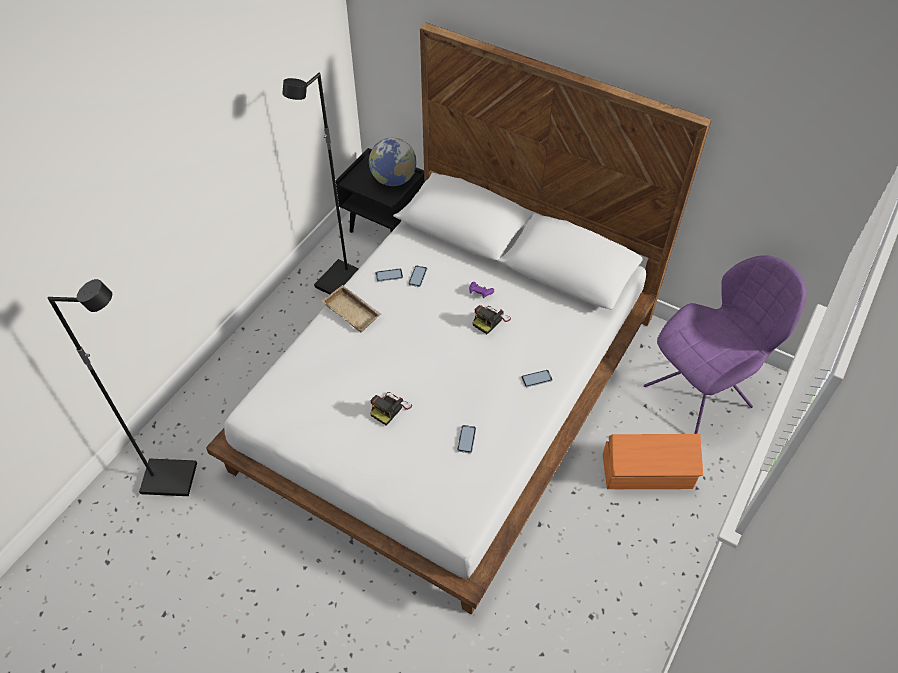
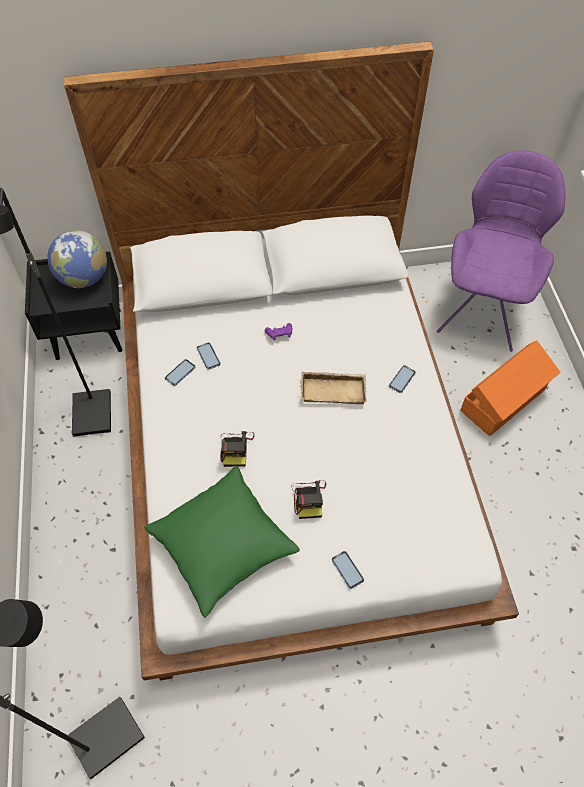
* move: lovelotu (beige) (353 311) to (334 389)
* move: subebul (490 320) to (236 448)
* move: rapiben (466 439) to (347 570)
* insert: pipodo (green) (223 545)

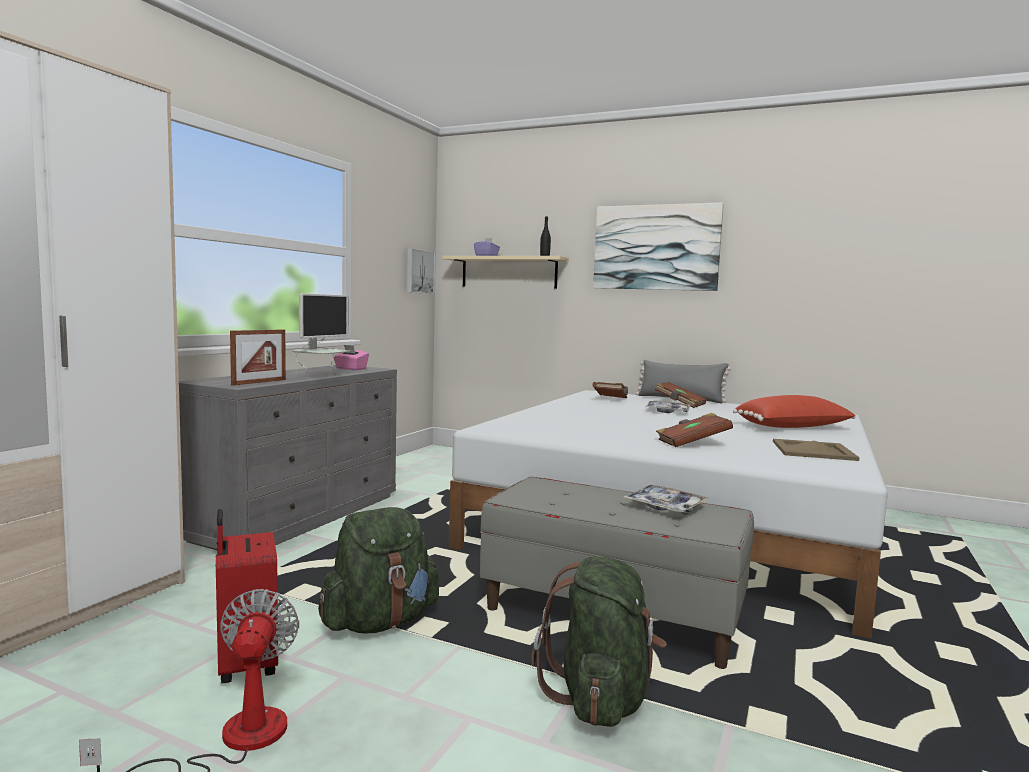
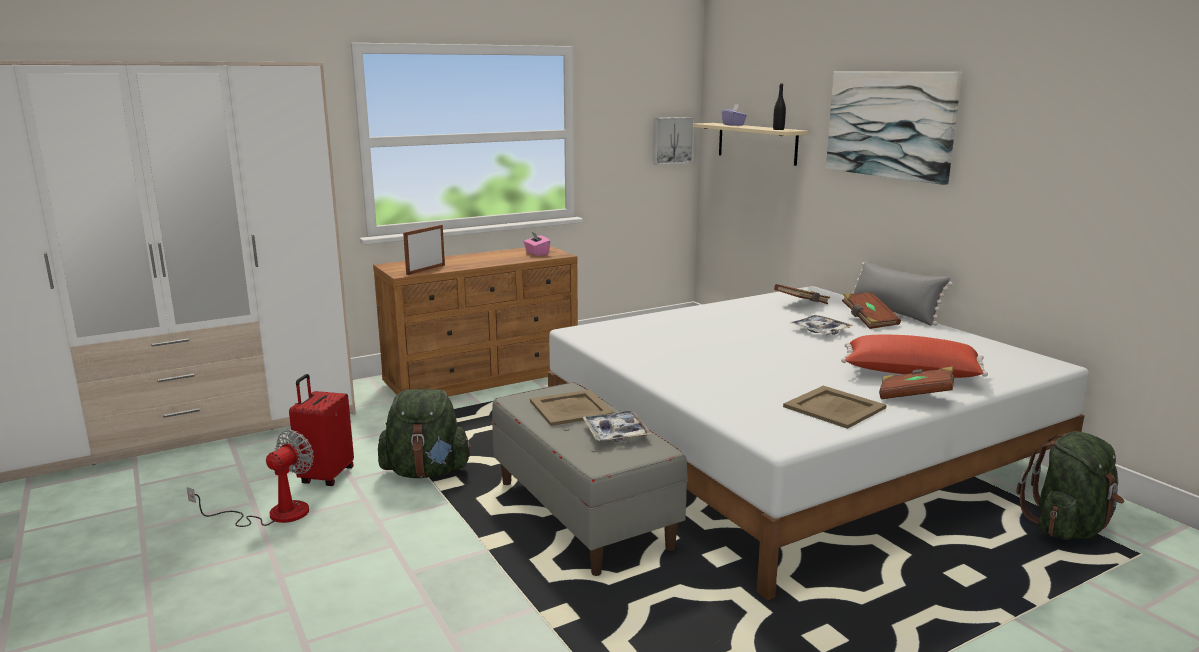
* delete: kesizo (321 376)
* rotate: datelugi (259 382) = (426 270) 150 degrees clockwise
* recolor: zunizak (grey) (301 516) to zunizak (brown) (484 377)
* move: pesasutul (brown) (692 443) to (915 397)
* move: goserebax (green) (600 698) to (1068 528)
* insert: lovelotu (beige) (572 408)

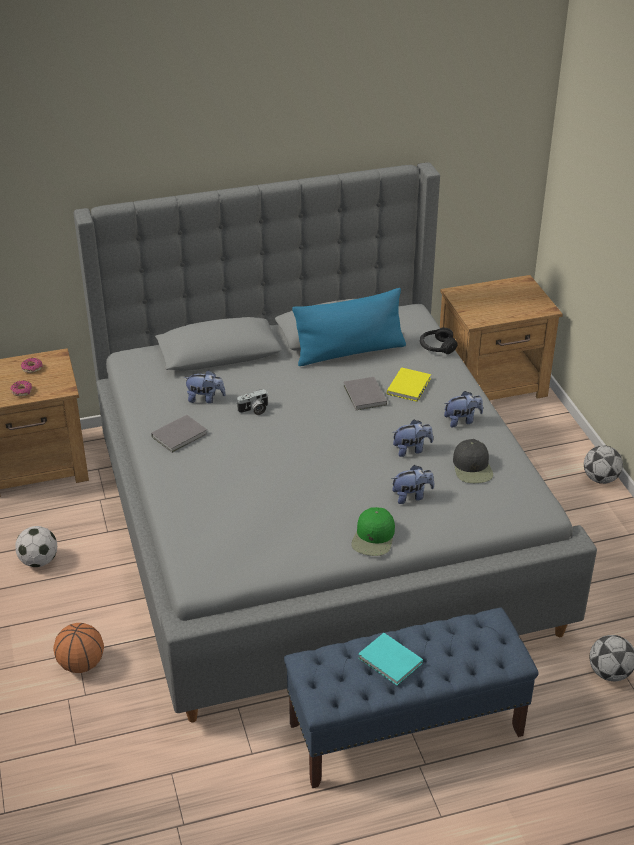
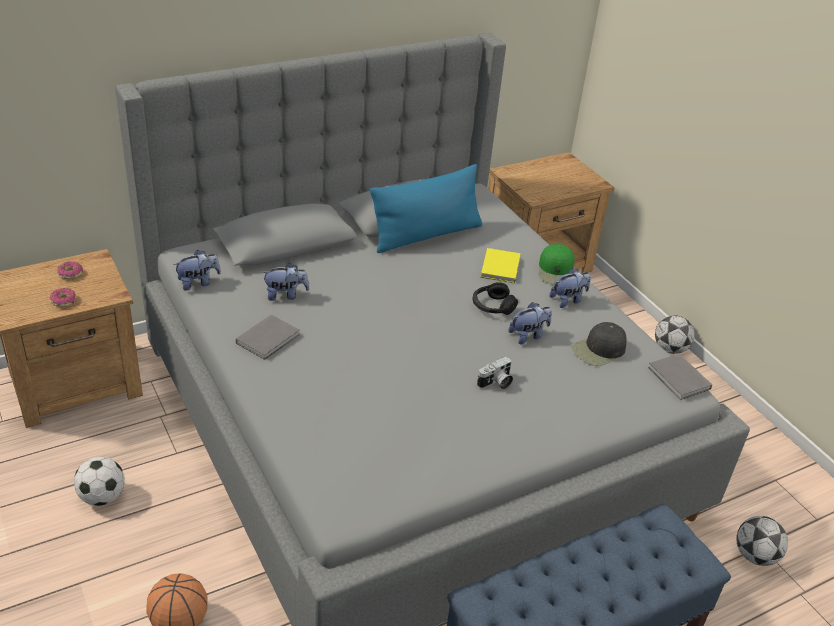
* move: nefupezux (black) (437 347) to (492 306)
* move: pesasutul (grey) (364 396) to (679 379)
* move: subebul (254 410) to (496 383)
* rotate: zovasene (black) (472 467) = (599 350) 75 degrees clockwise
* move: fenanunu (411 496) to (198 283)
* move: zovasene (green) (374 538) to (556 271)
* delete: pesasutul (turquoise) (390 662)

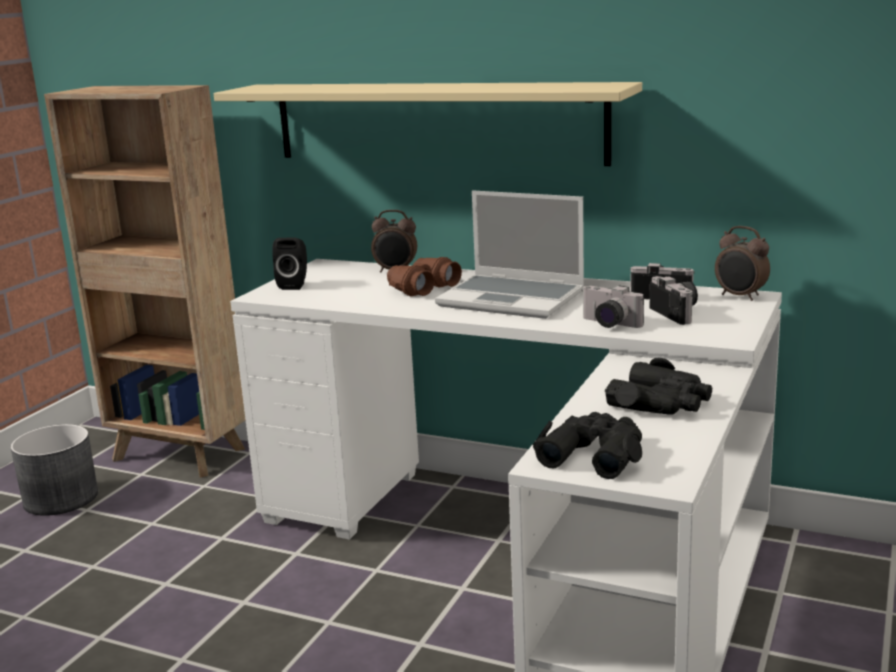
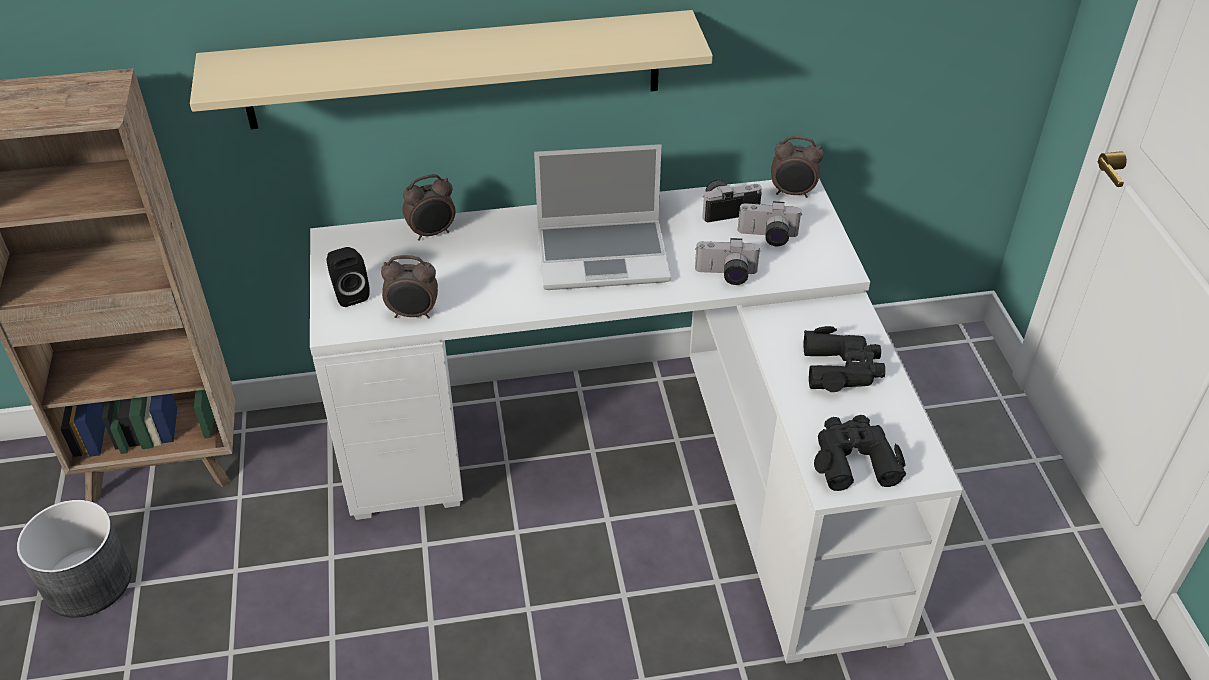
* delete: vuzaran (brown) (422 288)
* rotate: subebul (679 313) = (767 237) 150 degrees clockwise
* insert: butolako (413 314)

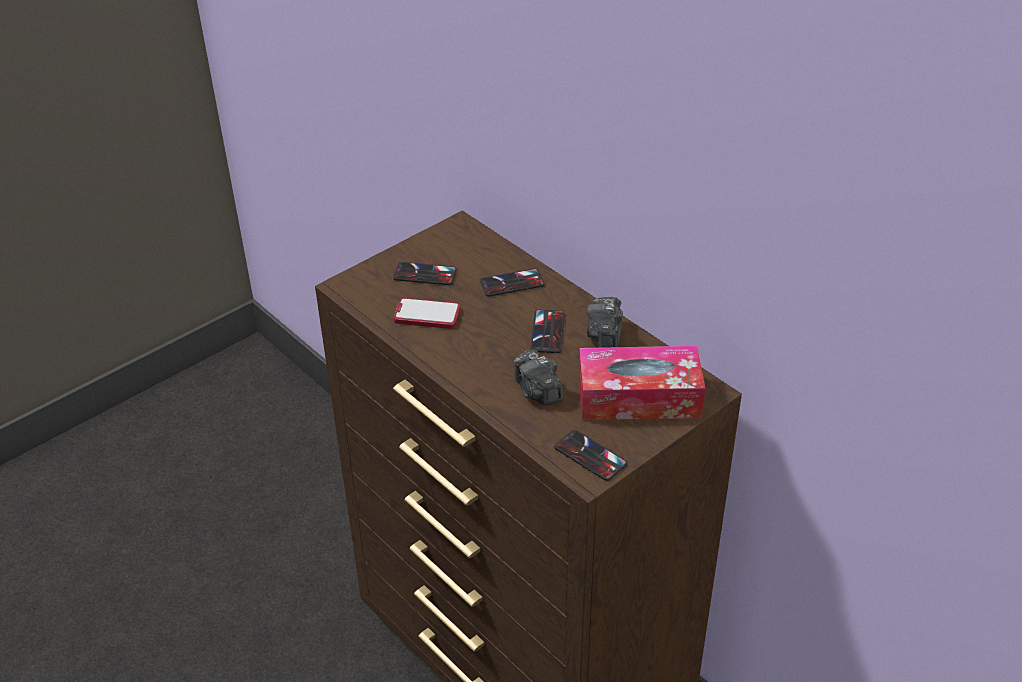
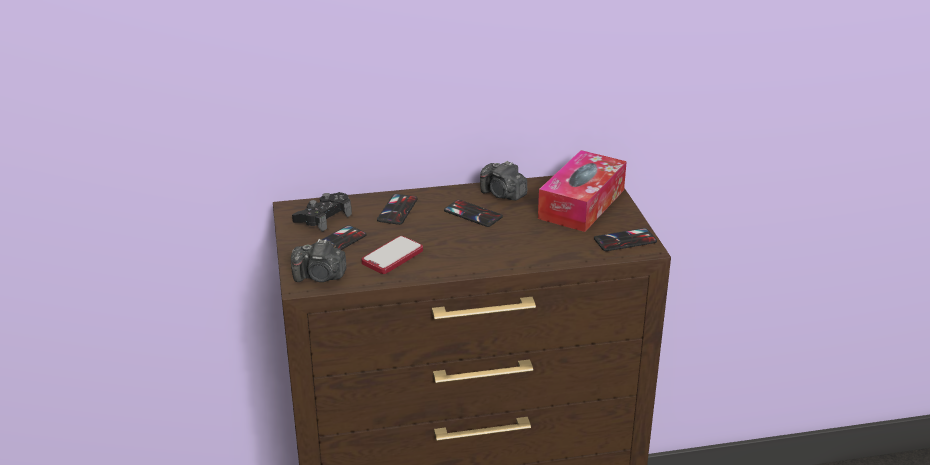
* move: subebul (537 391) to (320 277)
* insert: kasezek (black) (323 217)

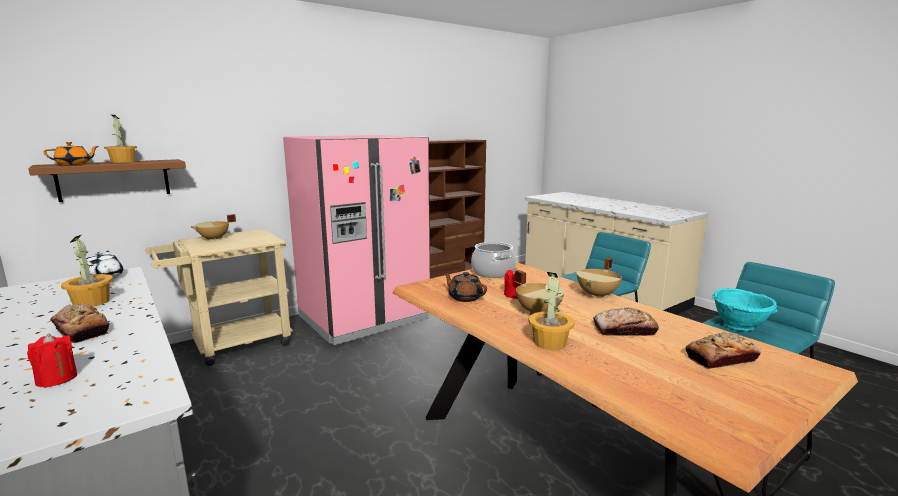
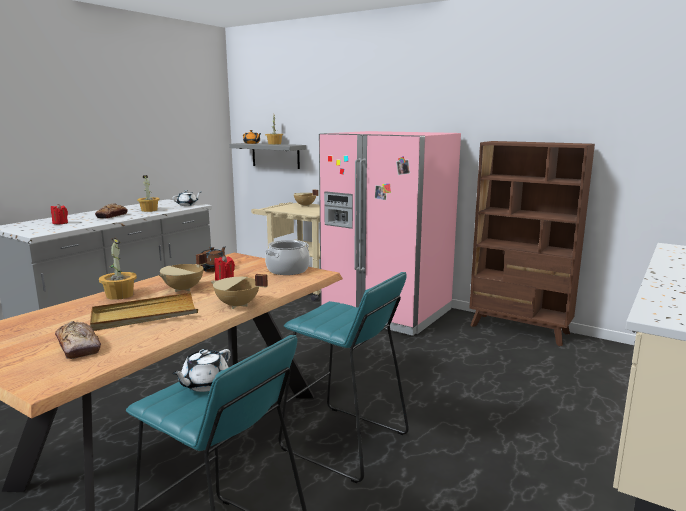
* recolor: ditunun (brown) (114 179) to ditunun (grey) (275 155)
* replace: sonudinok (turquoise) (740 326) to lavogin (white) (204 384)
* replace: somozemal (624 330) to lovelotu (beige) (144 315)

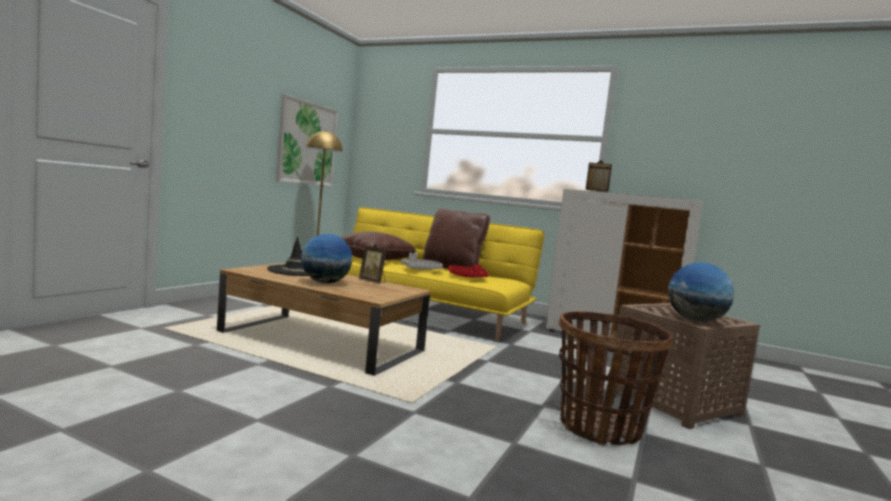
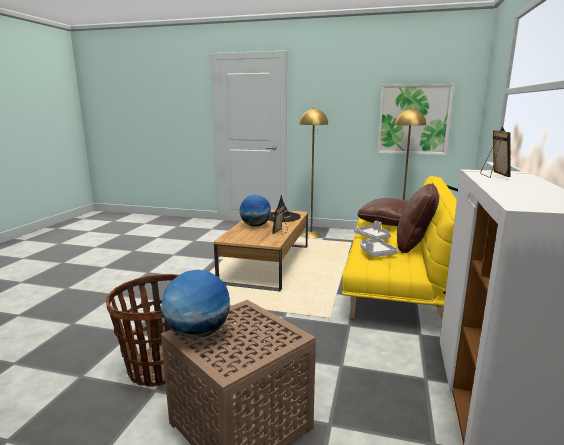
* recolor: lovelotu (red) (467 277) to lovelotu (grey) (376 252)
* insert: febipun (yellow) (311 235)

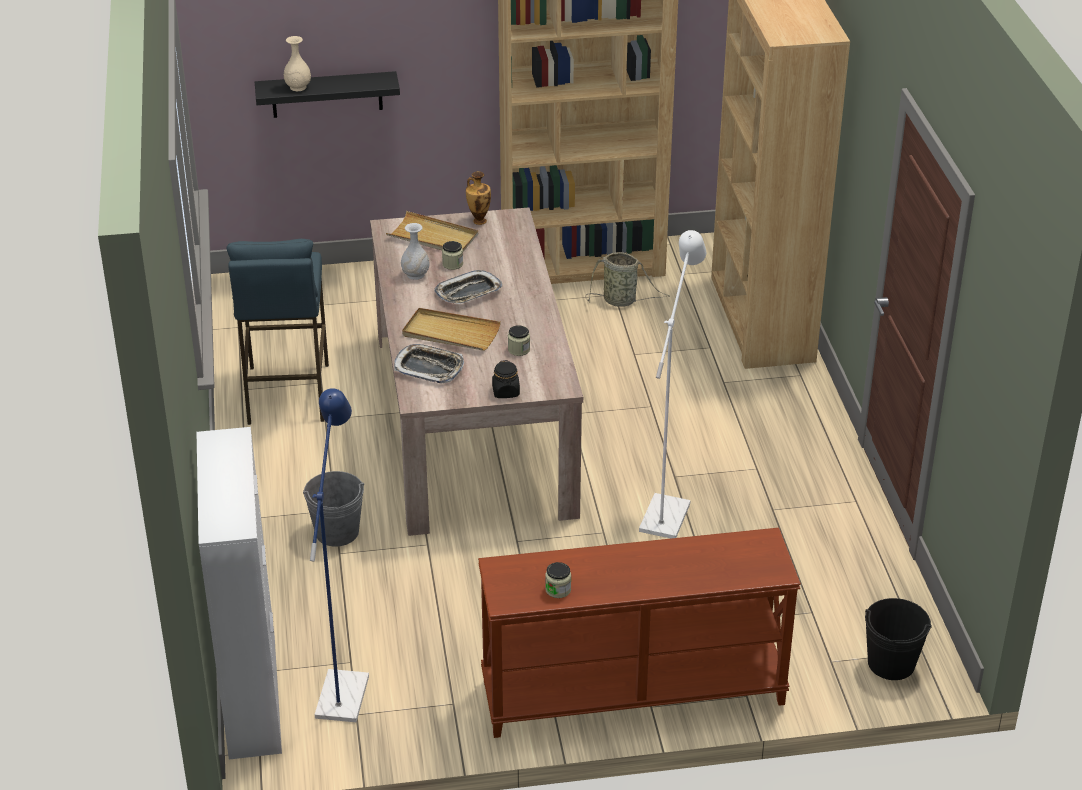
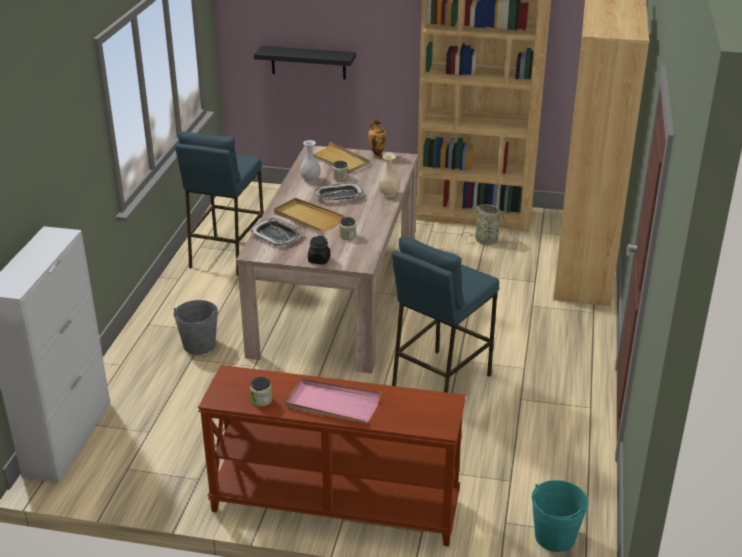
* move: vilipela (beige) (298 87) to (388 194)
* replace: febipun (white) (667 510) to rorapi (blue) (440 382)
* delete: febipun (blue) (344 687)
* recolor: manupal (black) (891 663) to manupal (turquoise) (555 537)
* insert: lovelotu (pink) (333 404)

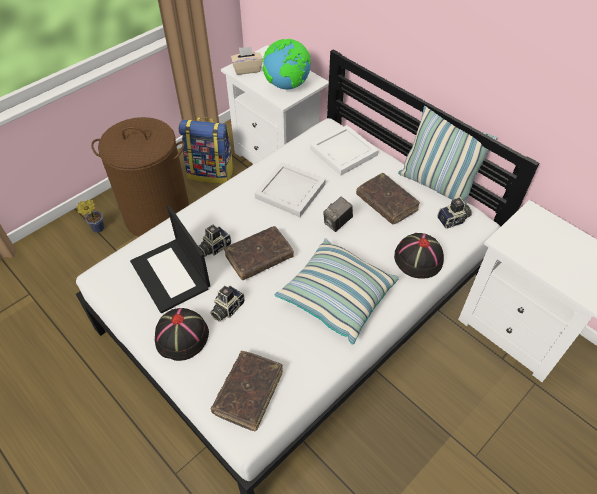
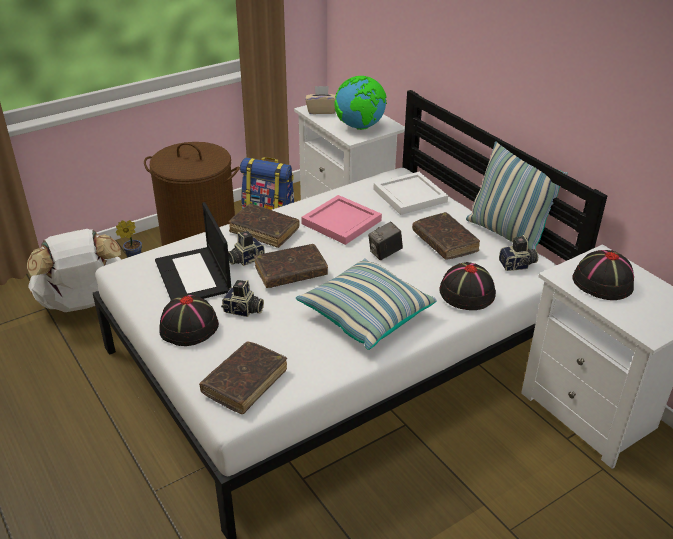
* recolor: lovelotu (white) (291 191) to lovelotu (pink) (343 222)
* rotate: subebul (226 308) = (243 311) 120 degrees counterclockwise
* insert: pesasutul (brown) (264 231)
* insert: goserebax (white) (84 303)
* insert: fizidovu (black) (602 282)

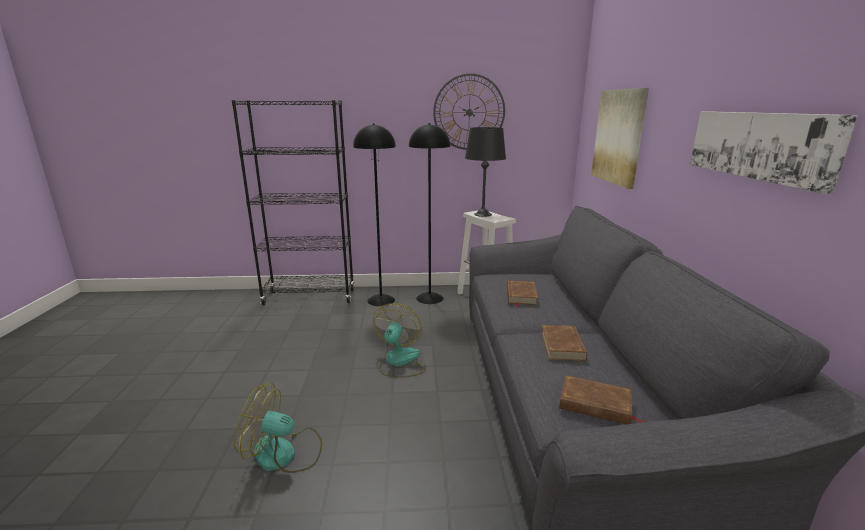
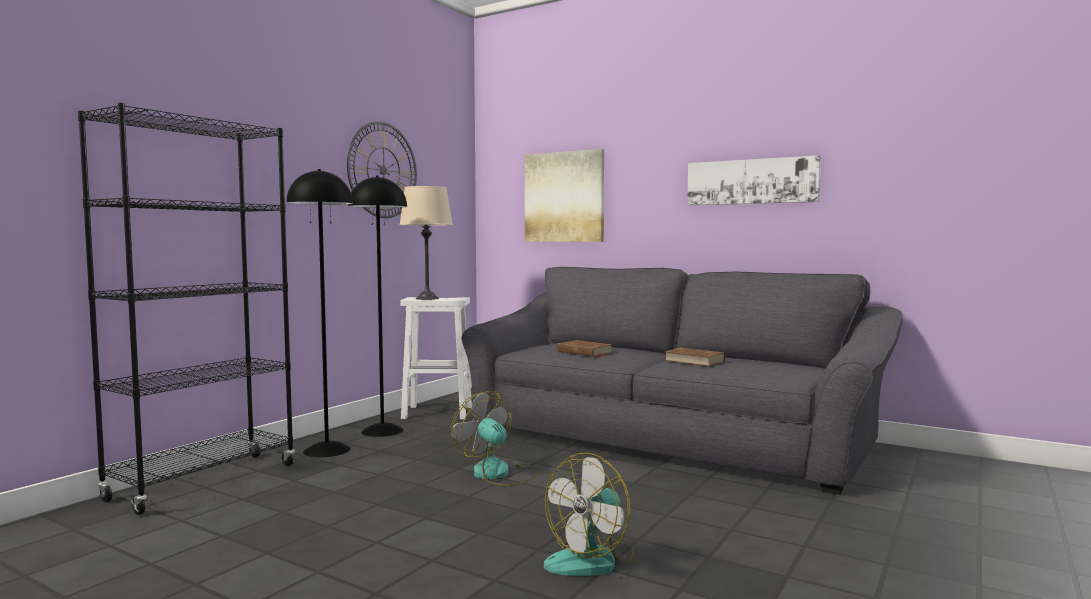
* recolor: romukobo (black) (483 214) to romukobo (beige) (427 298)
* delete: pesasutul (brown) (595 404)

